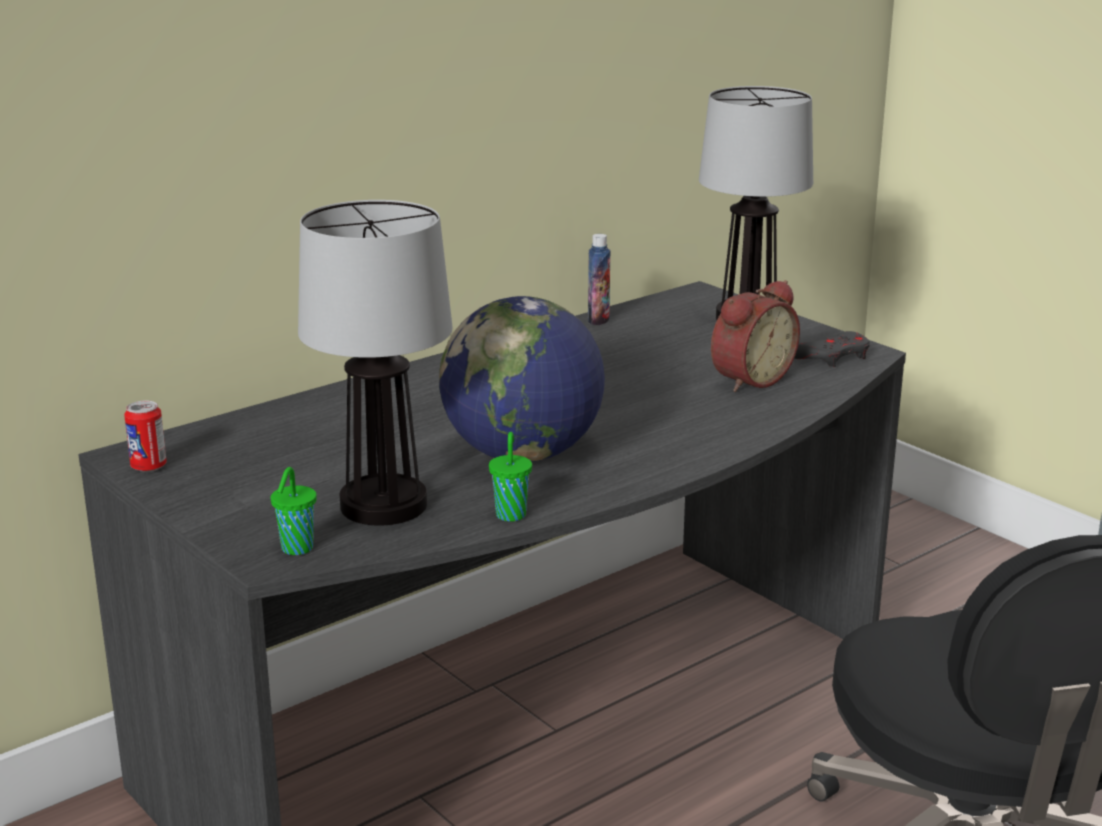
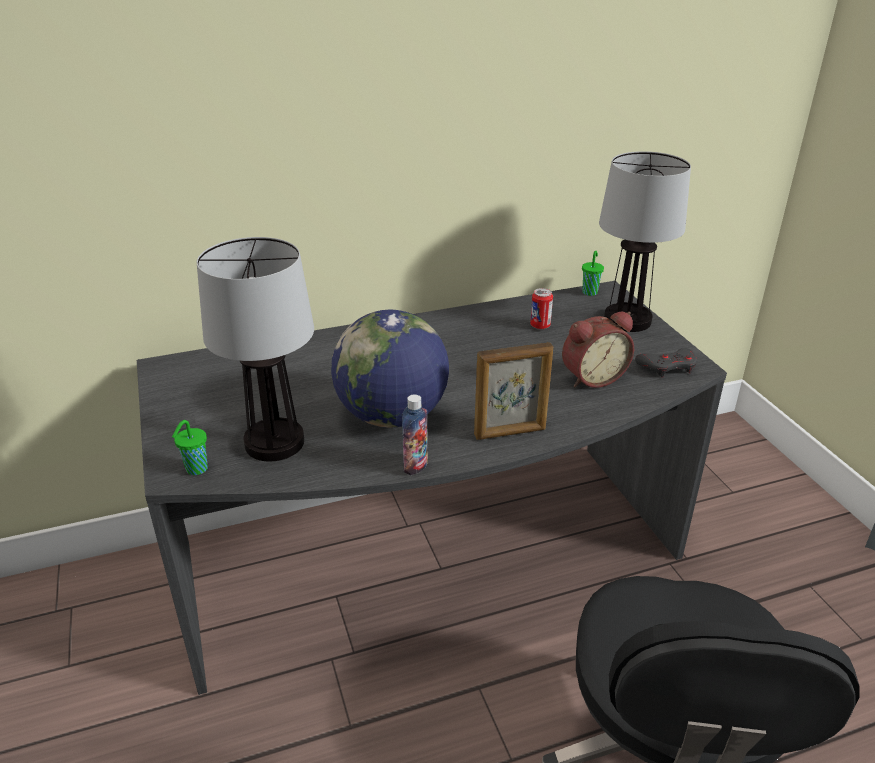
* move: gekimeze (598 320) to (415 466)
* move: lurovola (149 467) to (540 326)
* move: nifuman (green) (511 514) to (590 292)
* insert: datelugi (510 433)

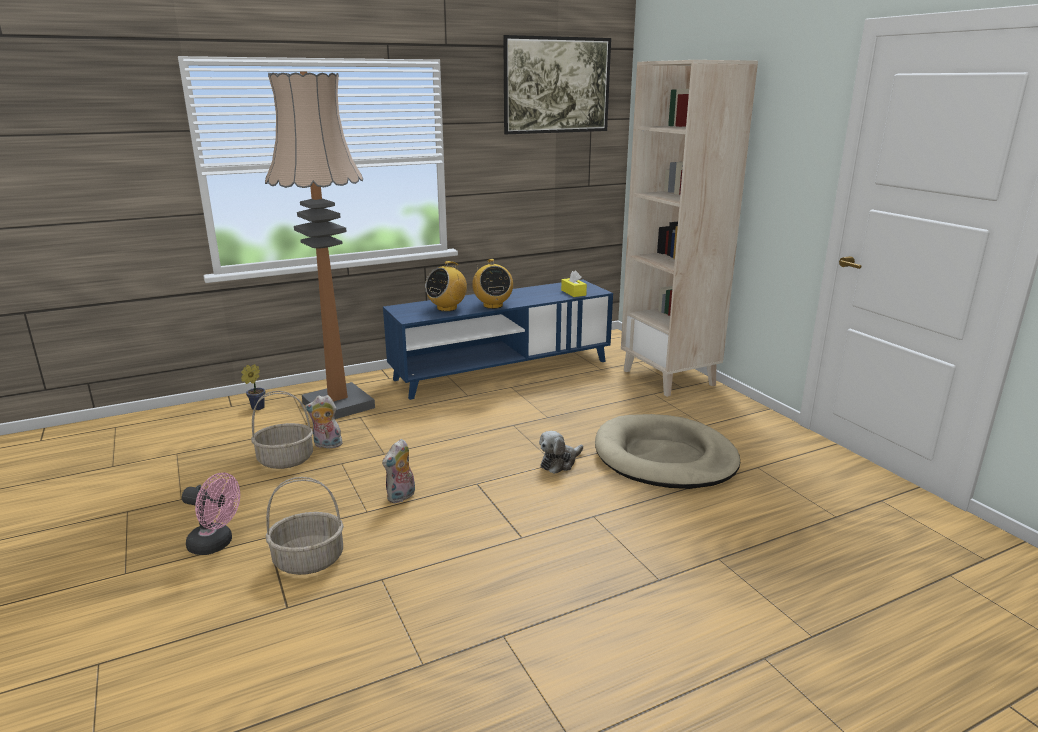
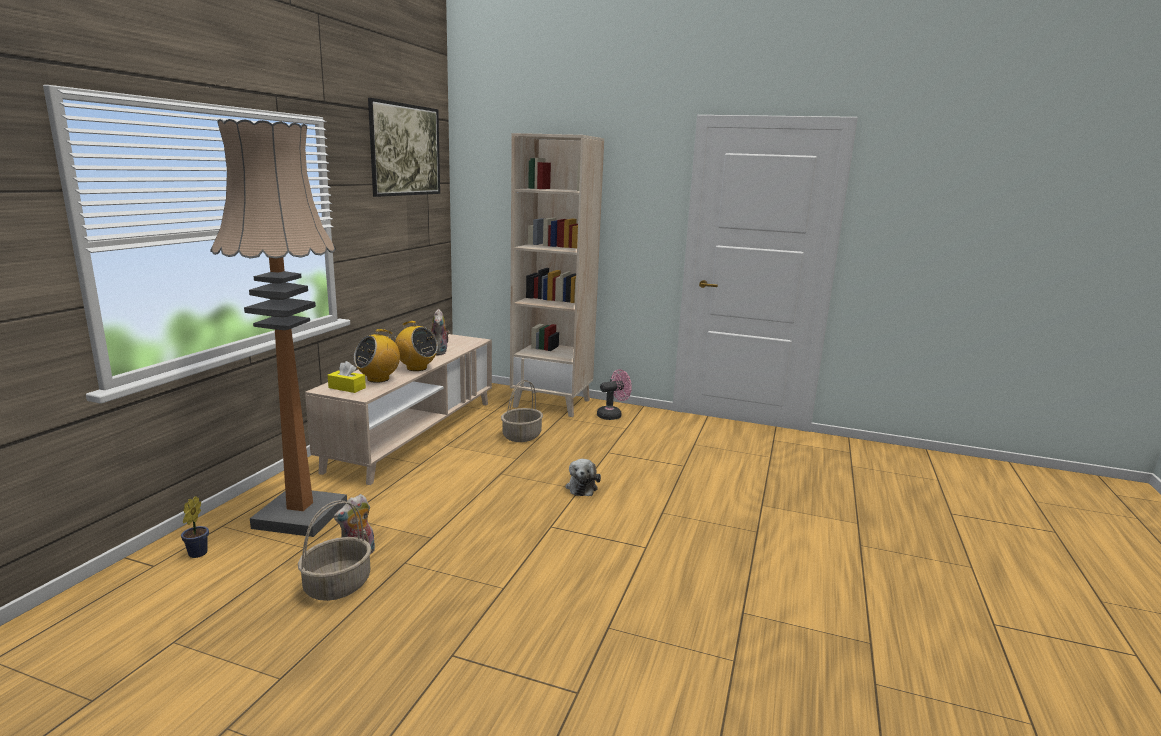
* rotate: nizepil (447 308) = (378 379) 45 degrees clockwise
* move: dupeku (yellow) (573 293) to (347 388)
* recolor: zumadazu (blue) (502 370) to zumadazu (beige) (414 434)
* delete: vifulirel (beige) (664 457)
* move: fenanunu (401 497) to (440 352)
* move: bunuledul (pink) (216 544) to (612 415)
* move: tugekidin (309 559) to (521 436)

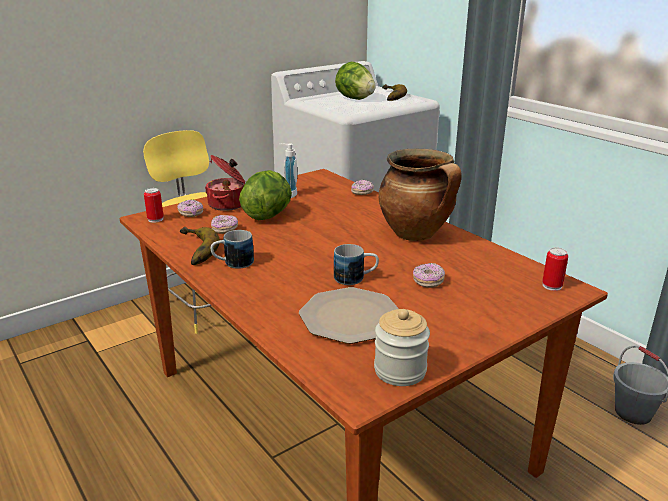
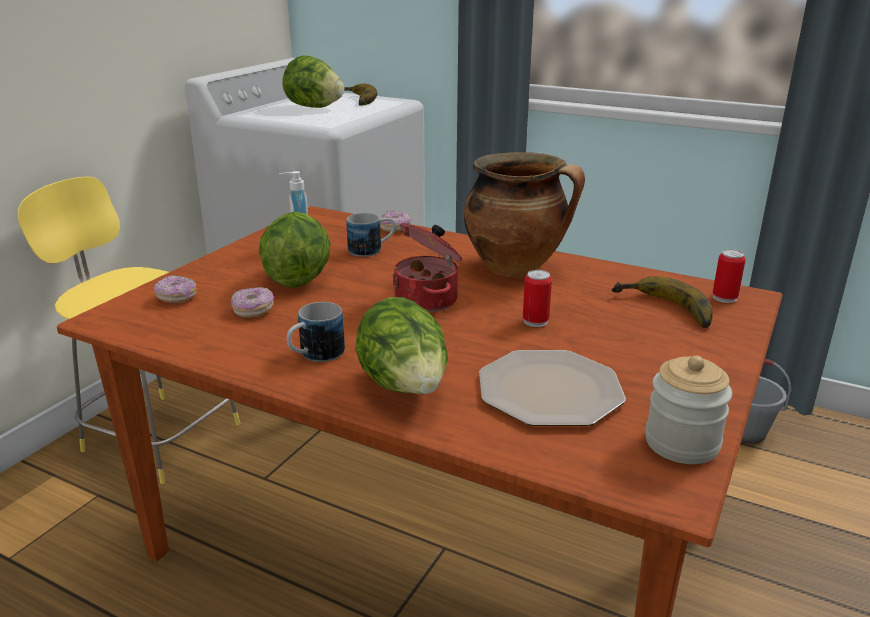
* move: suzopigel (228 204) to (428 300)
* move: lurovola (155 219) to (535 321)
* move: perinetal (192 250) to (663 310)
* move: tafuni (355 278) to (372 250)
* delete: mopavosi (428 281)
* insert: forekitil (405 388)

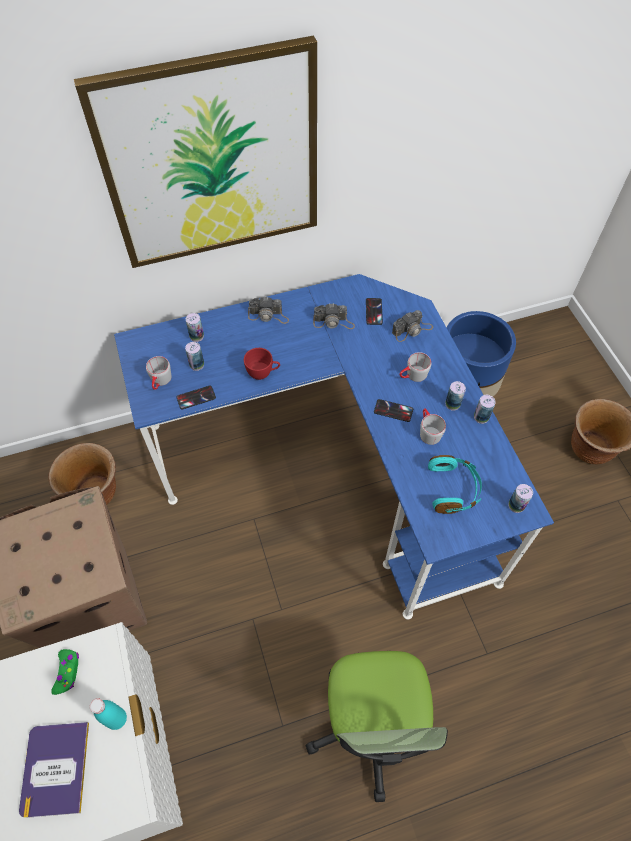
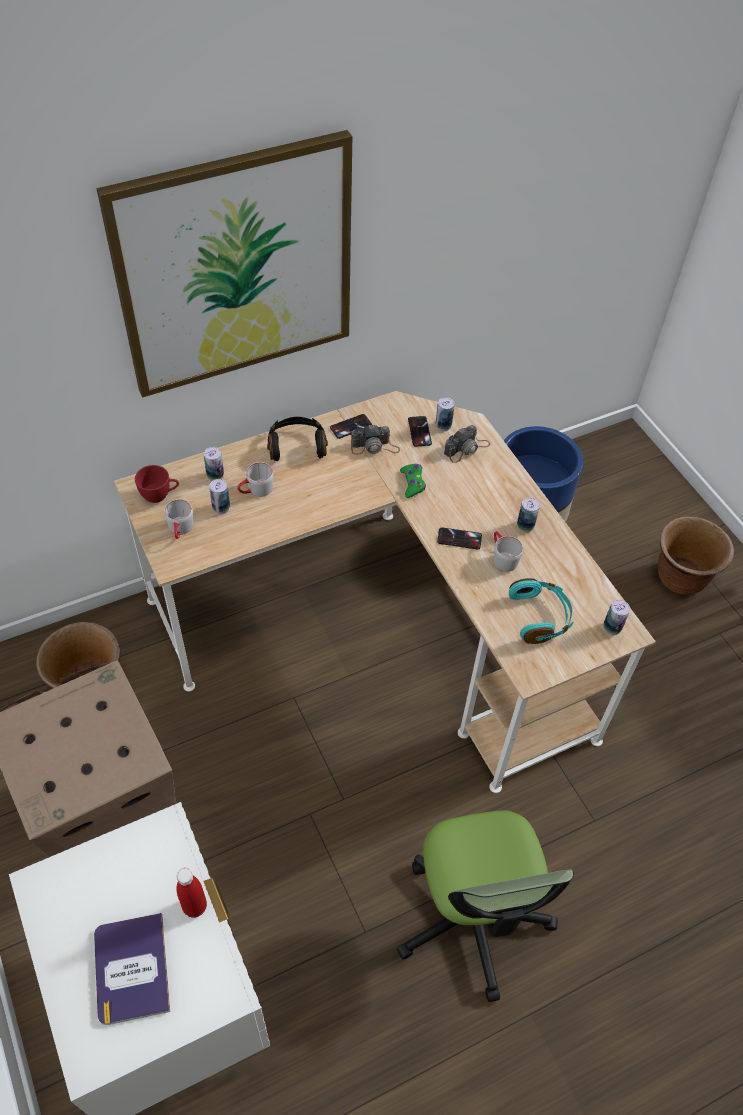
* recolor: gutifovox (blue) (335 464) to gutifovox (beige) (383 624)
* replace: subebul (268 315) to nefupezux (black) (297 445)
* move: nifuman (red) (263 373) to (160 495)
* move: tafuni (grey) (412 376) to (255 491)
* move: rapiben (196 397) to (351 426)
* move: lurovola (481 417) to (443 426)
* move: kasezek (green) (67 672) to (412 483)
* recolor: gekimeze (turquoise) (117 719) to gekimeze (red) (195 906)

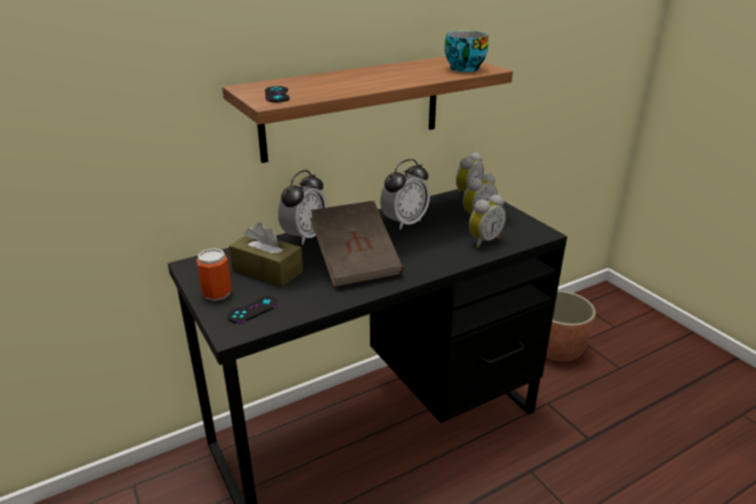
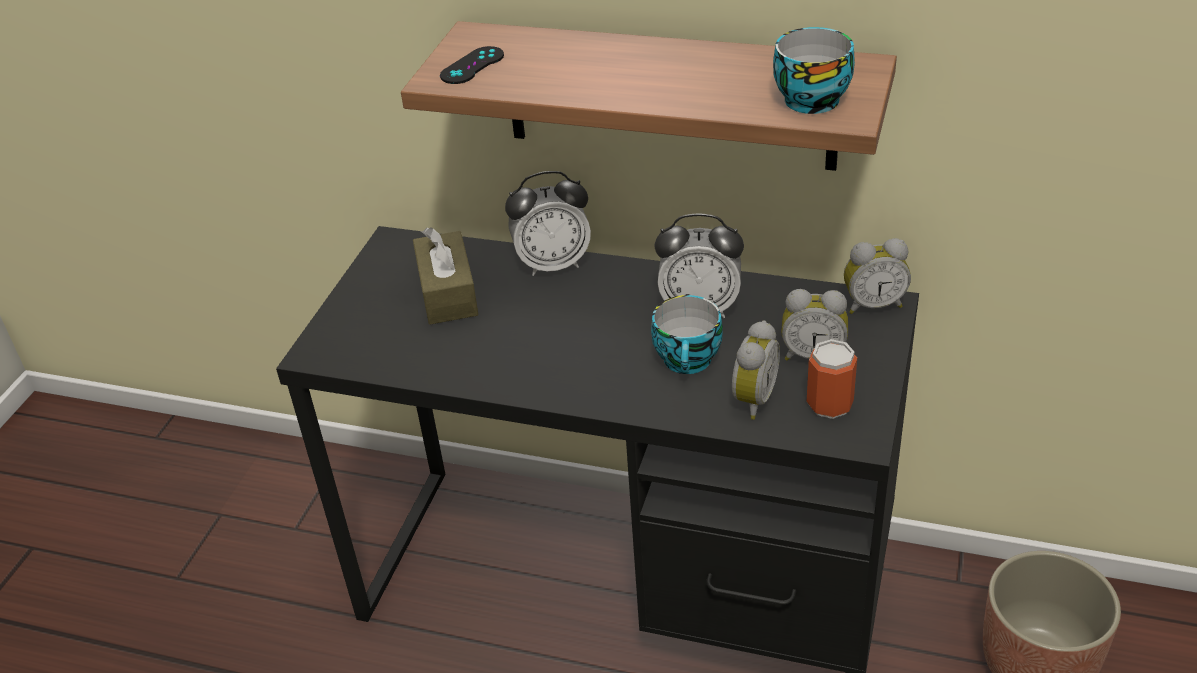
* rotate: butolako (483 241) = (751 399) 75 degrees counterclockwise
* delete: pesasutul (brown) (356 262)
* move: lurovola (217 293) to (829 404)
* delete: kasezek (black) (253 309)
* insert: nifuman (689 361)

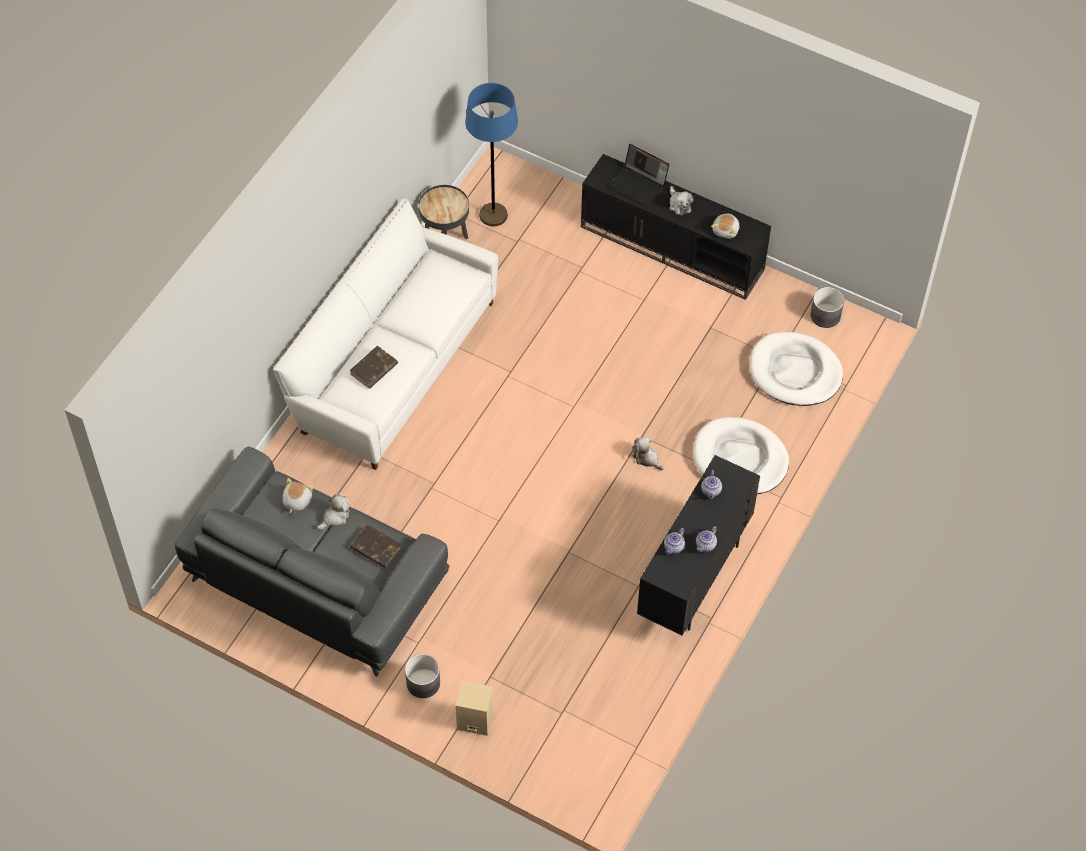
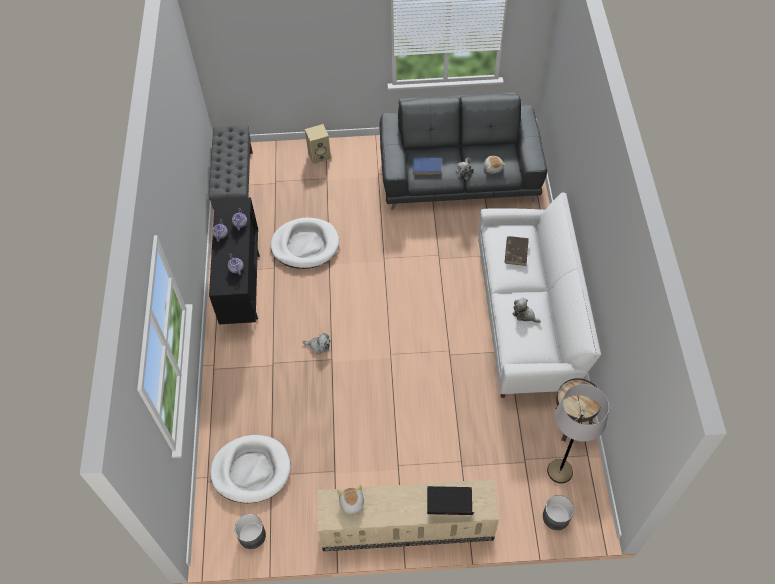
* recolor: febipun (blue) (493 215) to febipun (grey) (560 471)
* recolor: zumadazu (black) (673 247) to zumadazu (beige) (406 527)
* move: fenanunu (679 204) to (524 314)
* move: vifulirel (white) (740 459) to (305 245)
* recolor: pesasutul (brown) (375 548) to pesasutul (blue) (427 167)
* move: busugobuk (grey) (423 682) to (556 517)
* insert: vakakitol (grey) (235 185)

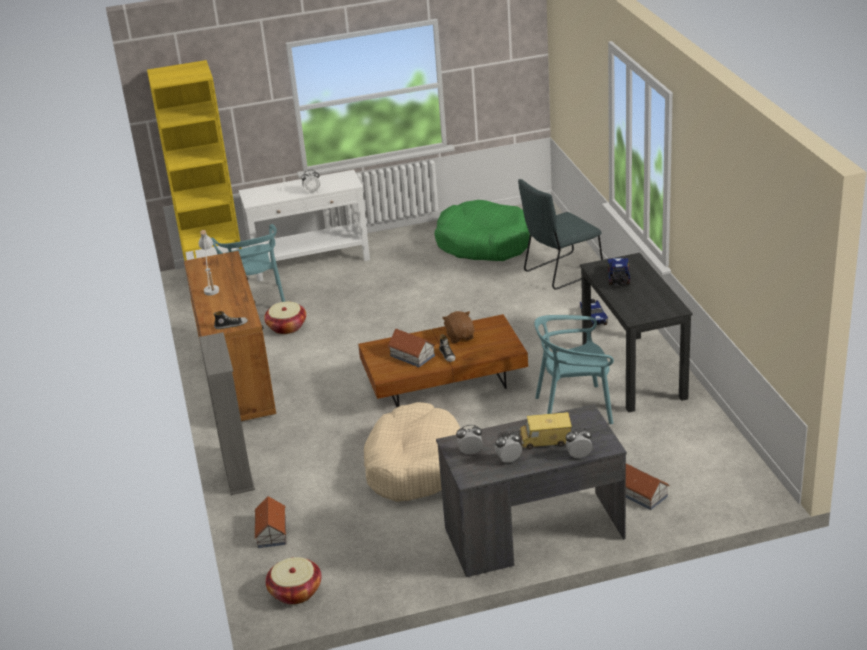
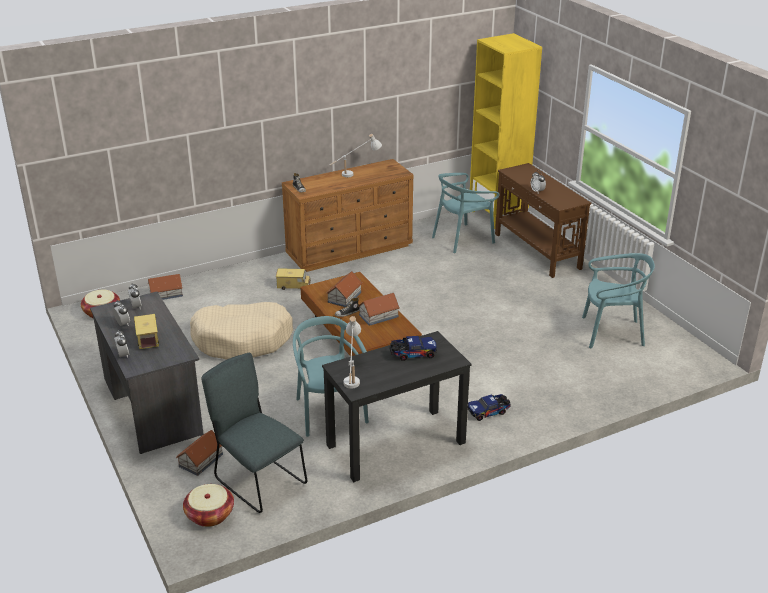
* recolor: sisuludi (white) (311 261) to sisuludi (brown) (537 251)
* move: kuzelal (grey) (560 273) to (257 479)
* replace: vifulirel (green) (484 243) to kuzelal (turquoise) (611 333)
* move: tugekidin (287 327) to (210 515)
* replace: fenanunu (brown) (460 336) to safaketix (378 316)
* delete: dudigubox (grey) (237 471)
* insert: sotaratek (293 285)
* insert: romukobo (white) (352 376)

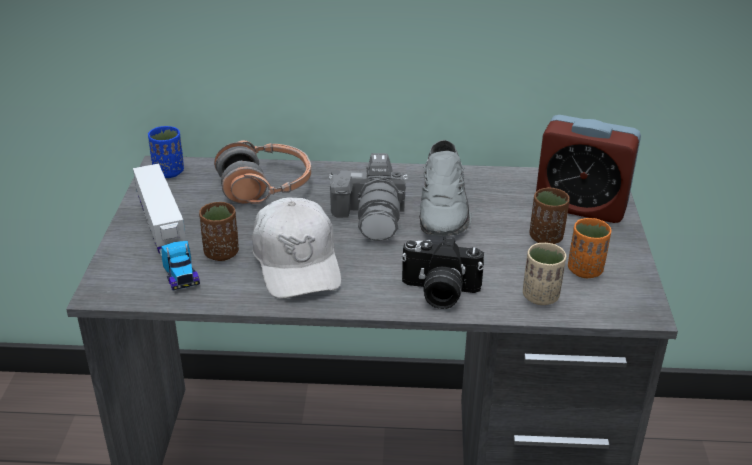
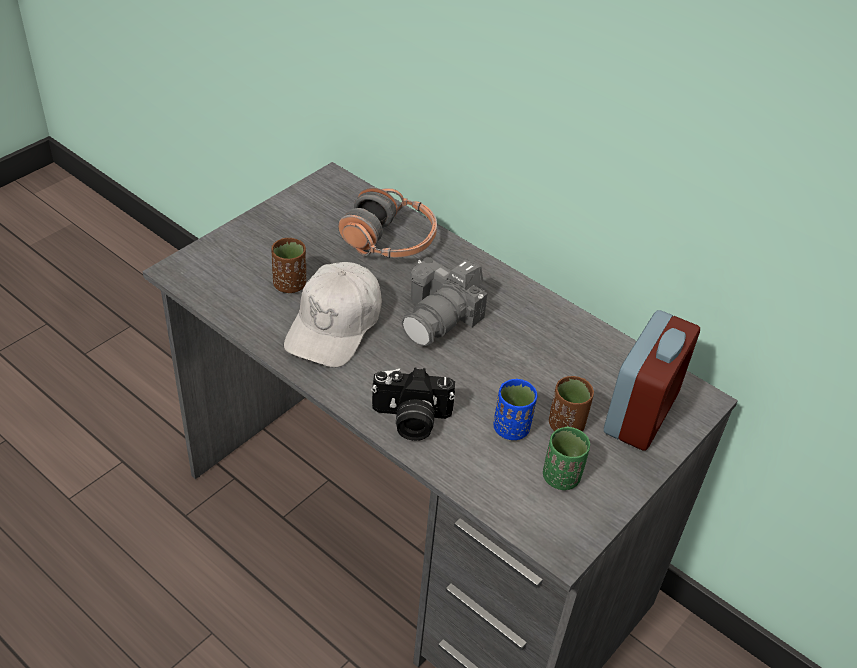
* rotate: butolako (580 206) = (641 413) 120 degrees counterclockwise
* move: nifuman (blue) (169 172) to (511 428)
* delete: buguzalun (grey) (445 209)
* delete: sotaratek (167 241)
* recolor: nifuman (orange) (585 270) to nifuman (green) (561 477)
* rotate: subebul (439 292) = (410 420) 45 degrees counterclockwise
* delete: nifuman (beige) (540 296)

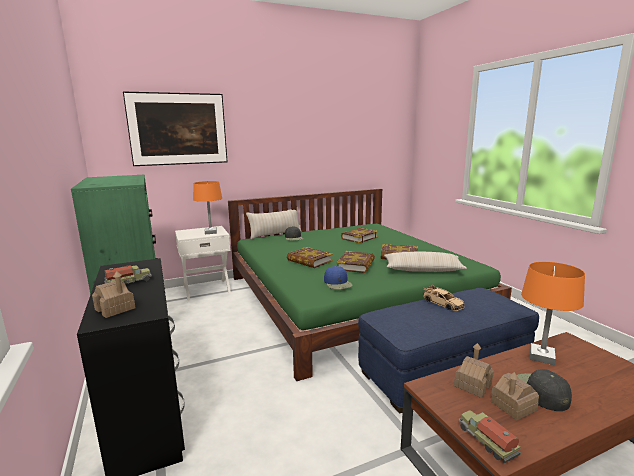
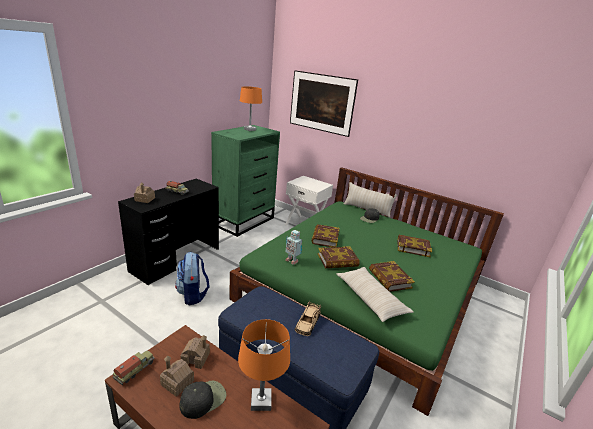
* move: romukobo (orange) (211 232) to (249 129)
* replace: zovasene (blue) (338 283) to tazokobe (292 260)
* insert: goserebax (193 295)

